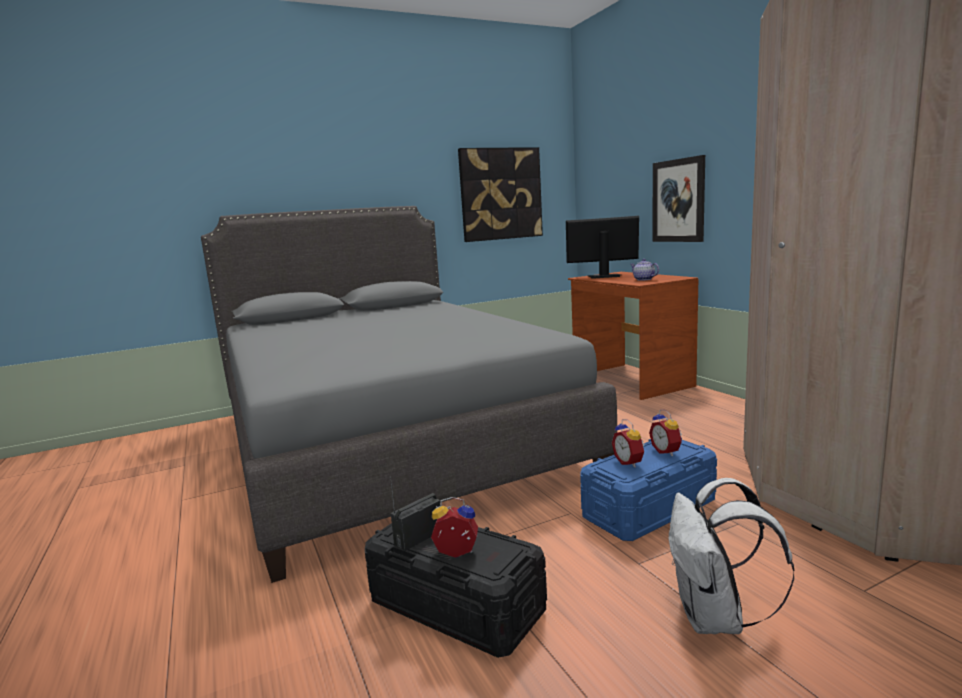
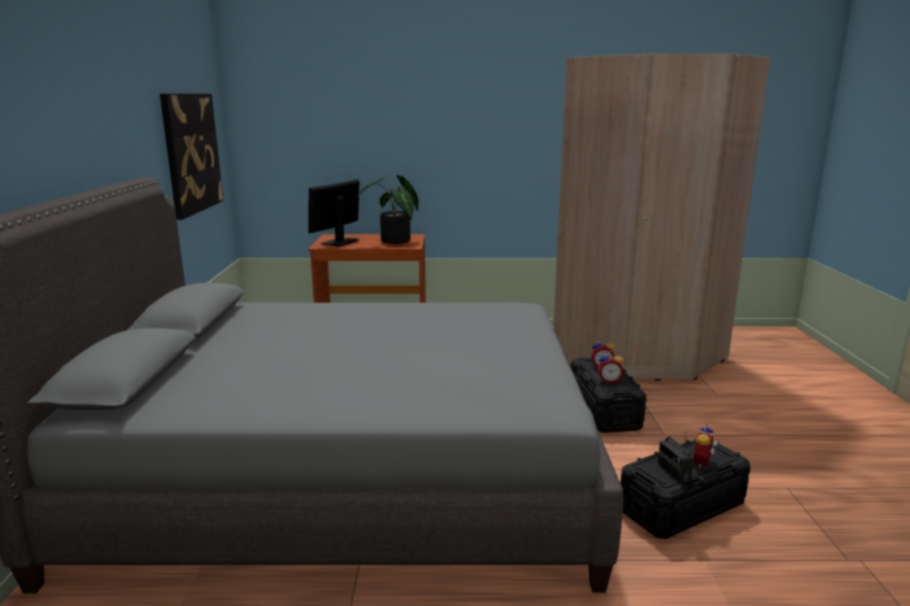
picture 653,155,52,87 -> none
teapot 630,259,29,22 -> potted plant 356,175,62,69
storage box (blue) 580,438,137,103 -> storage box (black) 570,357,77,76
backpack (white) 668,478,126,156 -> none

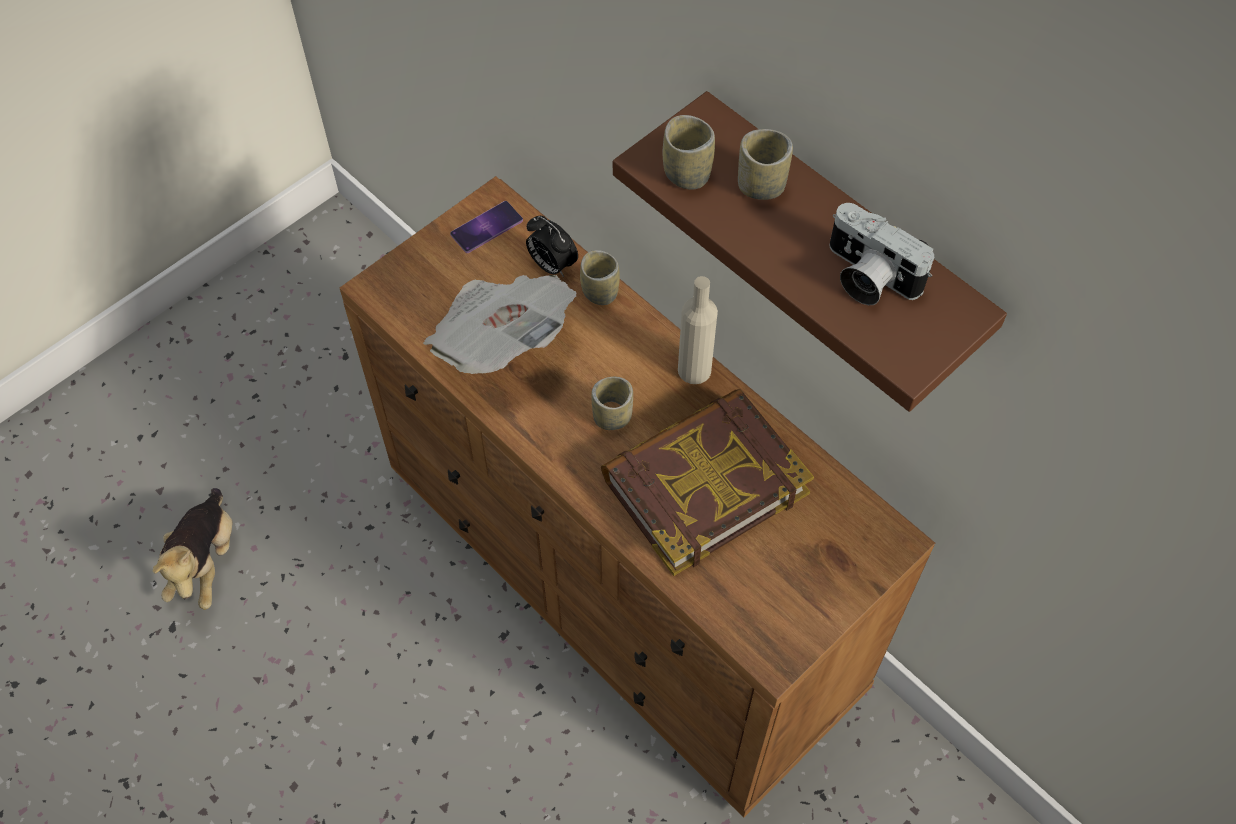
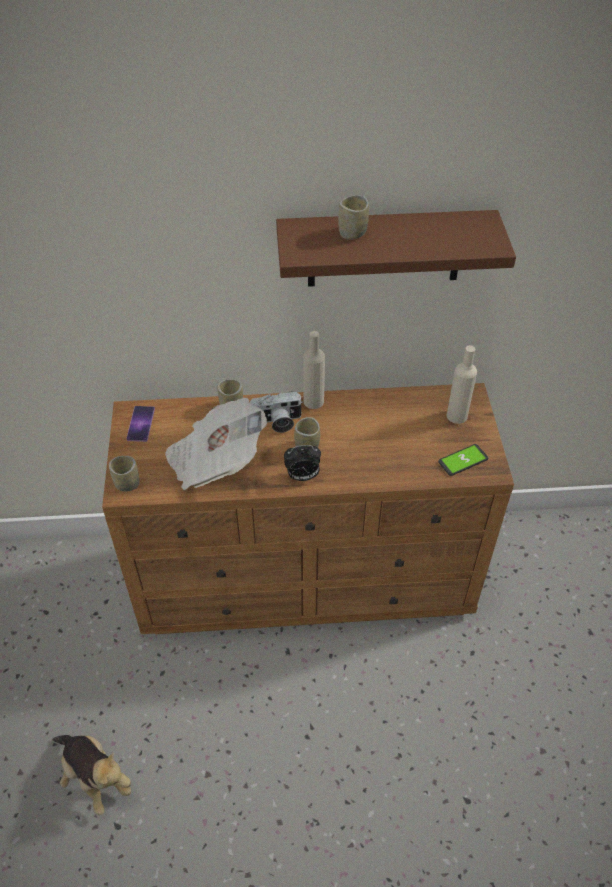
cup 663,115,52,75 -> cup 109,456,31,35, shifted
photo camera 829,203,105,102 -> photo camera 250,391,53,42, shifted
alarm clock 526,216,52,61 -> alarm clock 284,445,37,36, shifted
book 601,389,213,187 -> none
none -> bottle (beige) 447,345,30,79
none -> phone 438,444,50,32

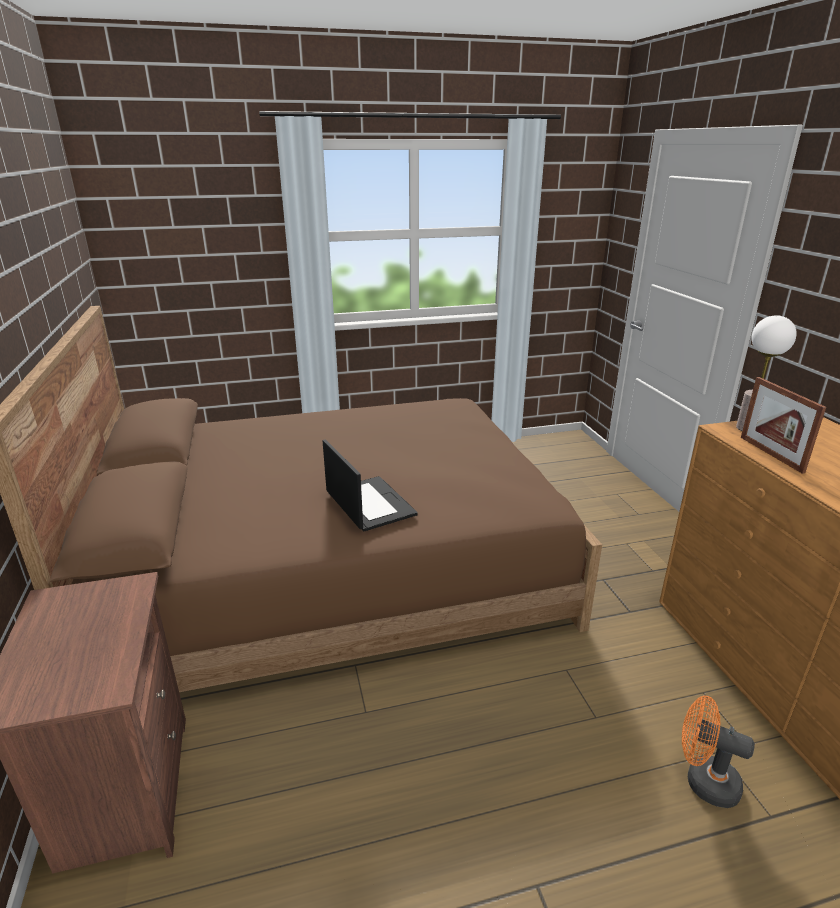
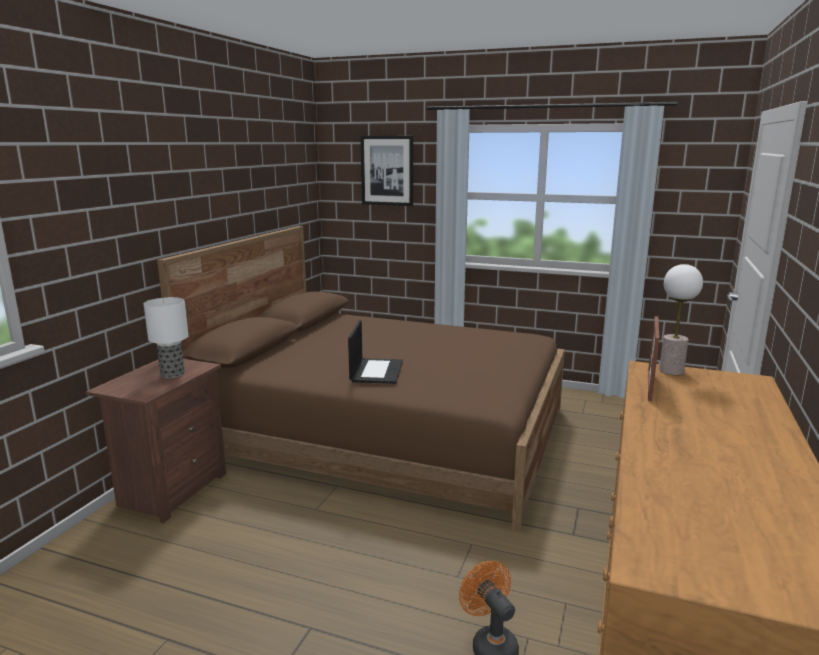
none -> picture 360,136,53,70
none -> table lamp 144,297,45,81

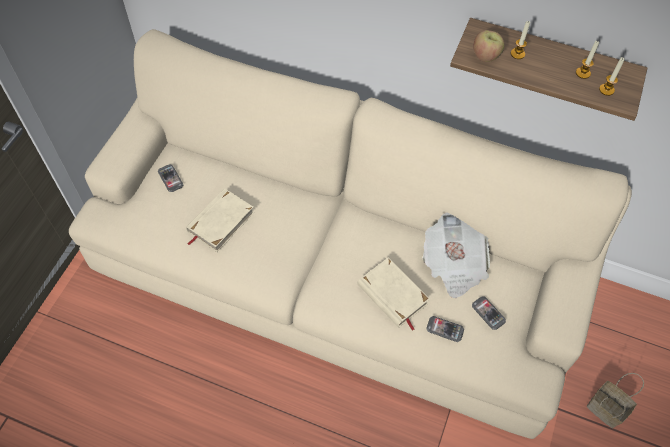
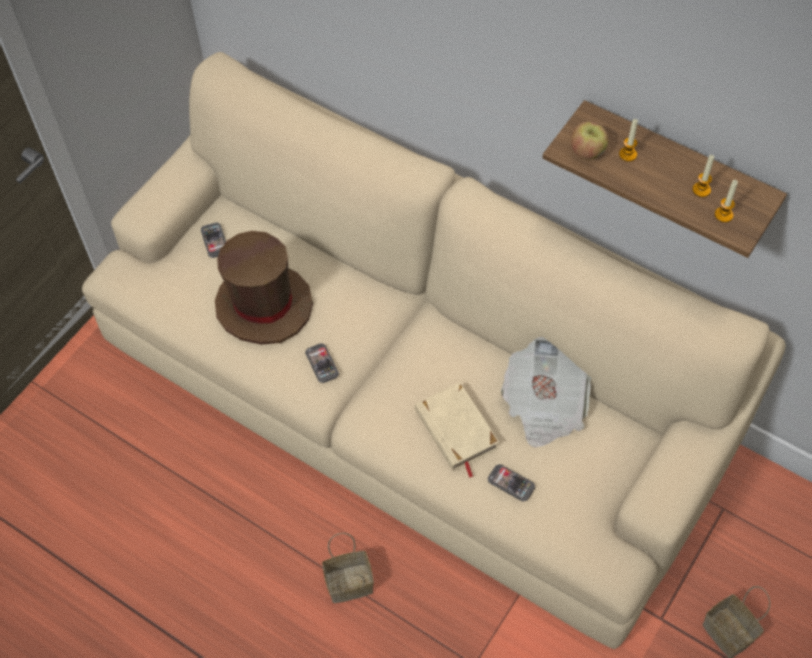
book (beige) 186,188,68,64 -> hat (brown) 215,231,98,114
phone 472,296,34,34 -> phone 305,343,34,40, shifted
none -> basket 322,533,52,70

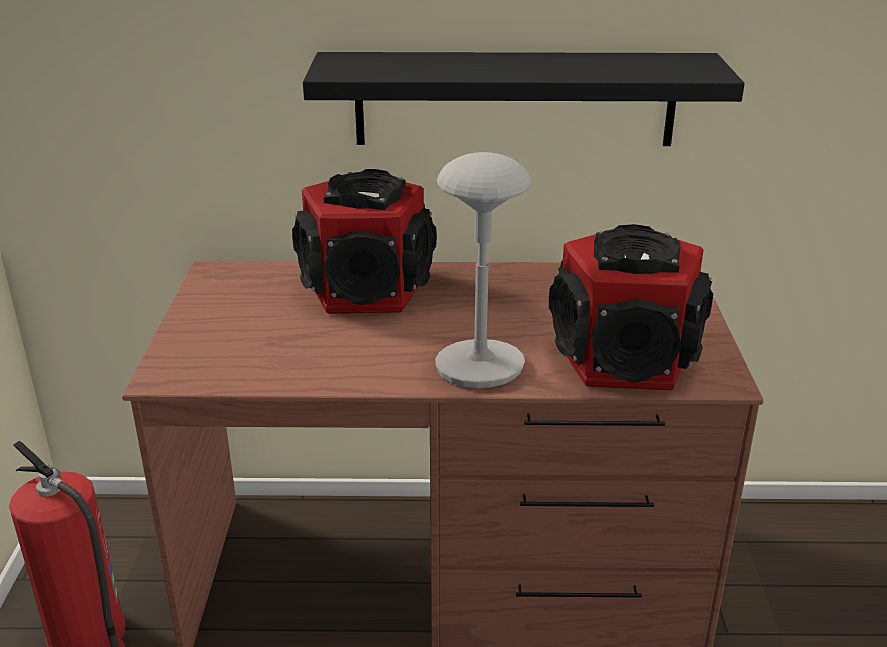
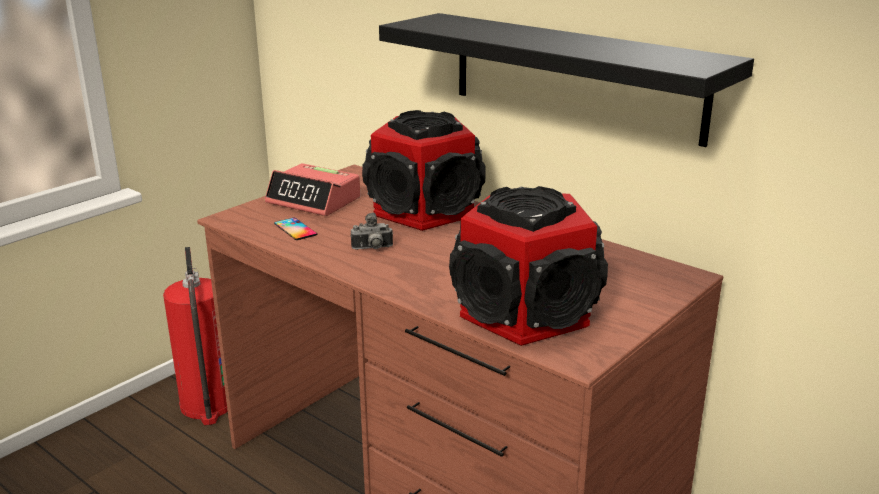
table lamp (grey) 435,152,97,236 -> none
none -> alarm clock 265,163,95,53
none -> photo camera 351,212,42,38
none -> phone 274,218,43,22

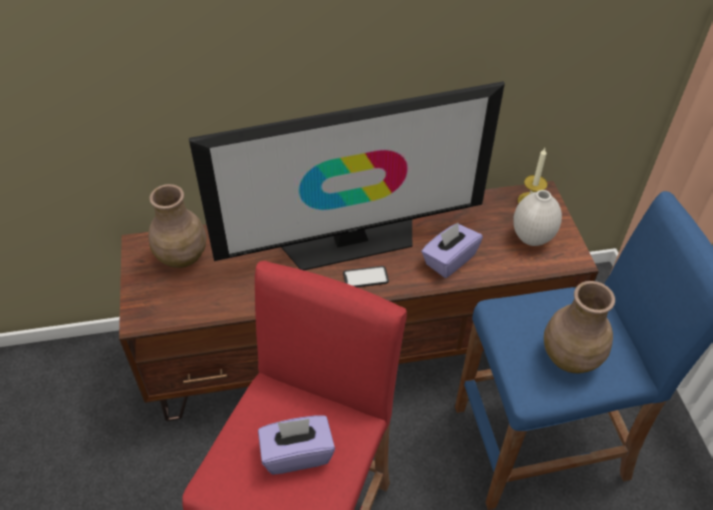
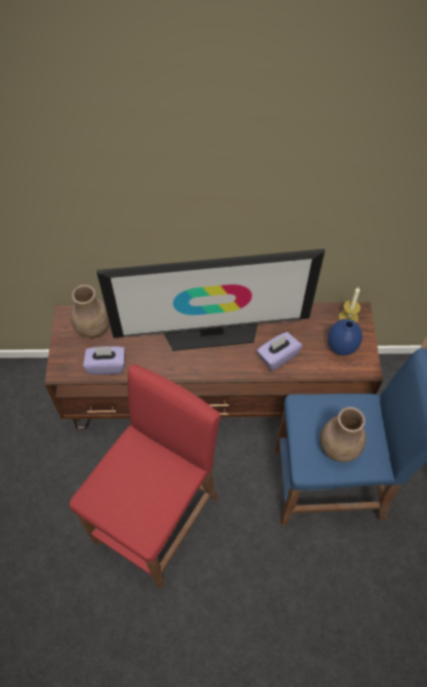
vase (white) 513,190,49,56 -> vase (blue) 328,319,34,37
phone 343,266,46,22 -> none
tissue box (purple) 258,415,77,60 -> tissue box (purple) 83,346,42,29, shifted

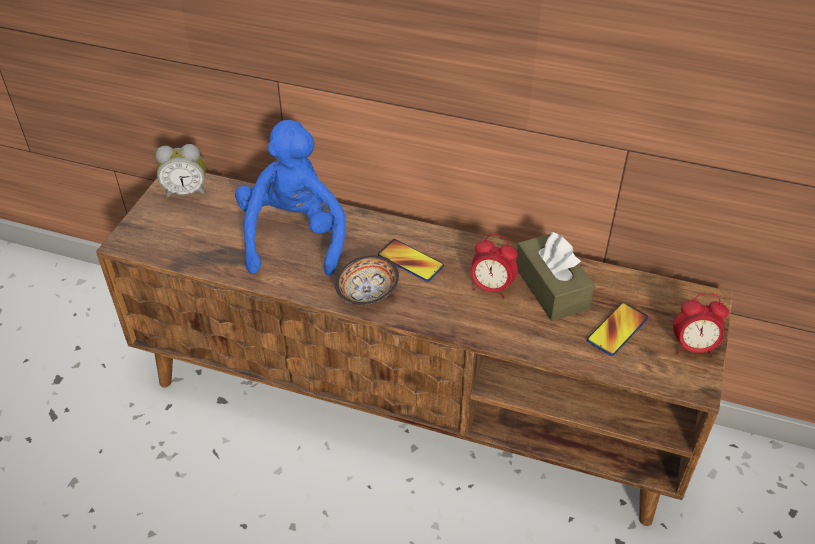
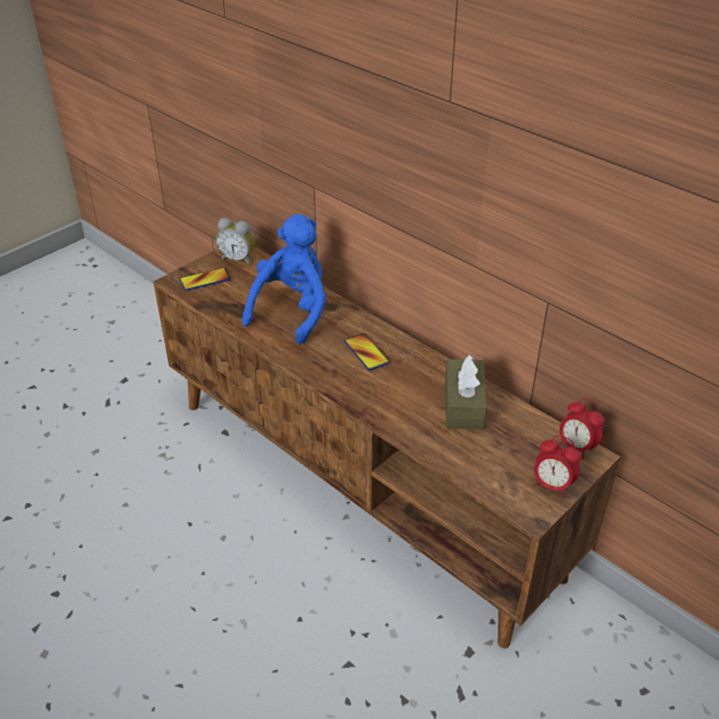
alarm clock 471,234,47,65 -> alarm clock 559,398,46,62, shifted
bowl 335,255,64,50 -> none
phone 587,302,61,54 -> phone 179,268,52,23, shifted

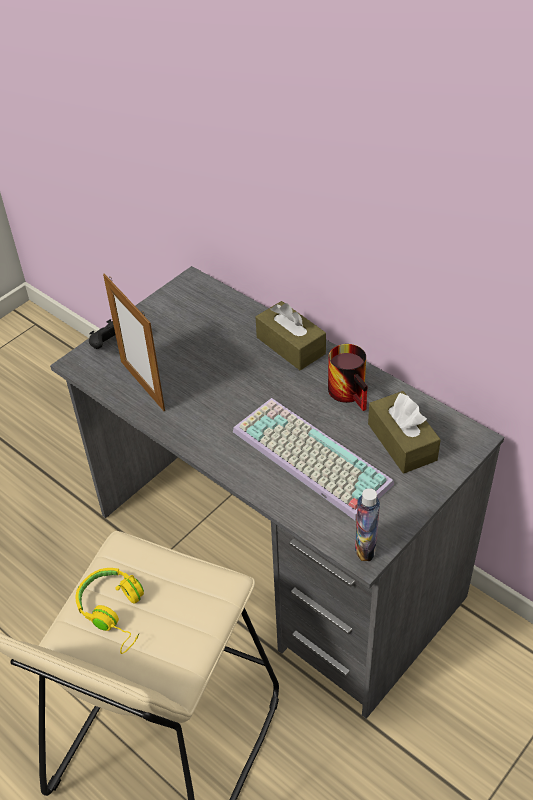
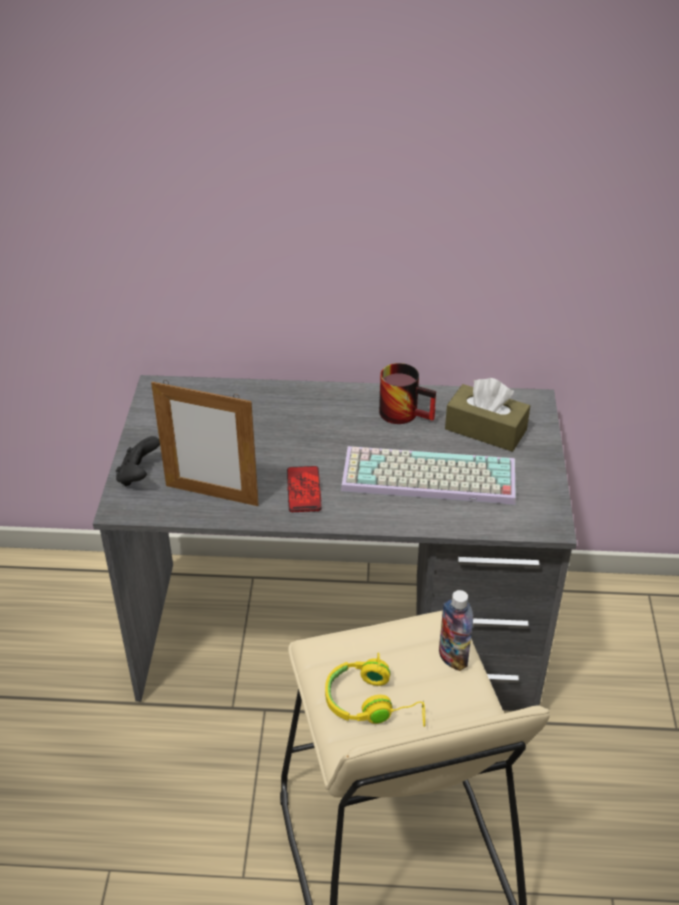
tissue box (brown) 256,301,70,69 -> none
bottle 355,488,25,73 -> bottle 439,590,34,81, shifted
none -> phone 287,466,35,46

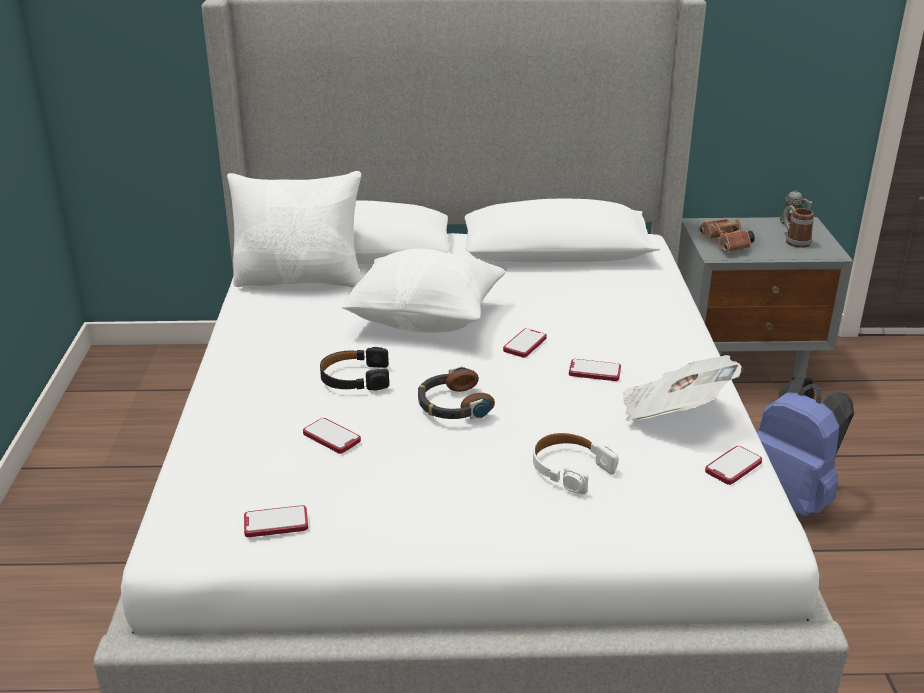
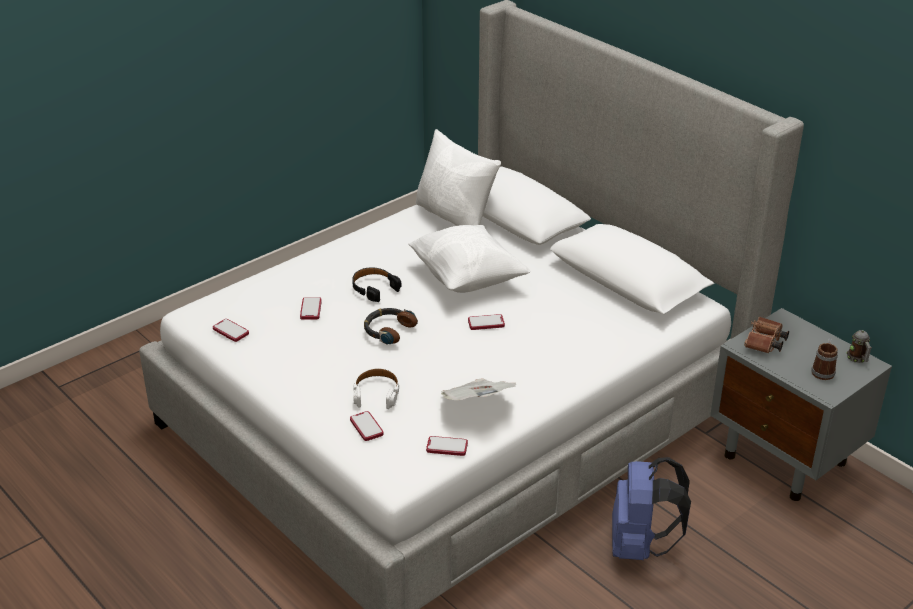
phone 569,359,52,22 -> phone 350,411,34,30, shifted

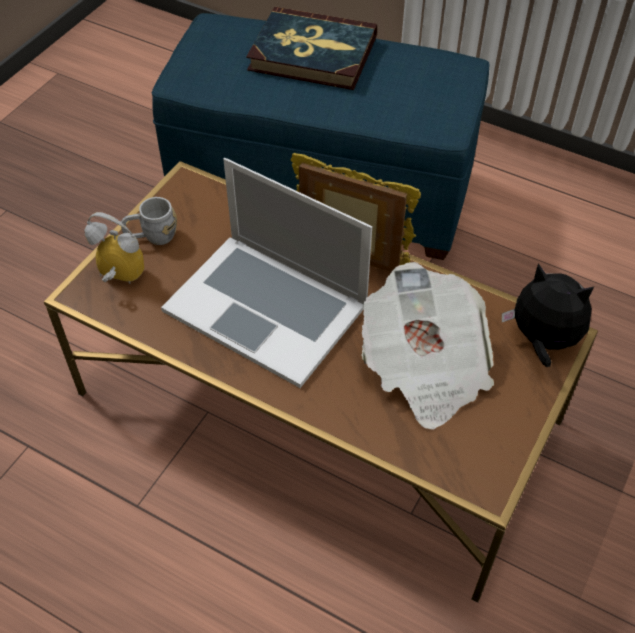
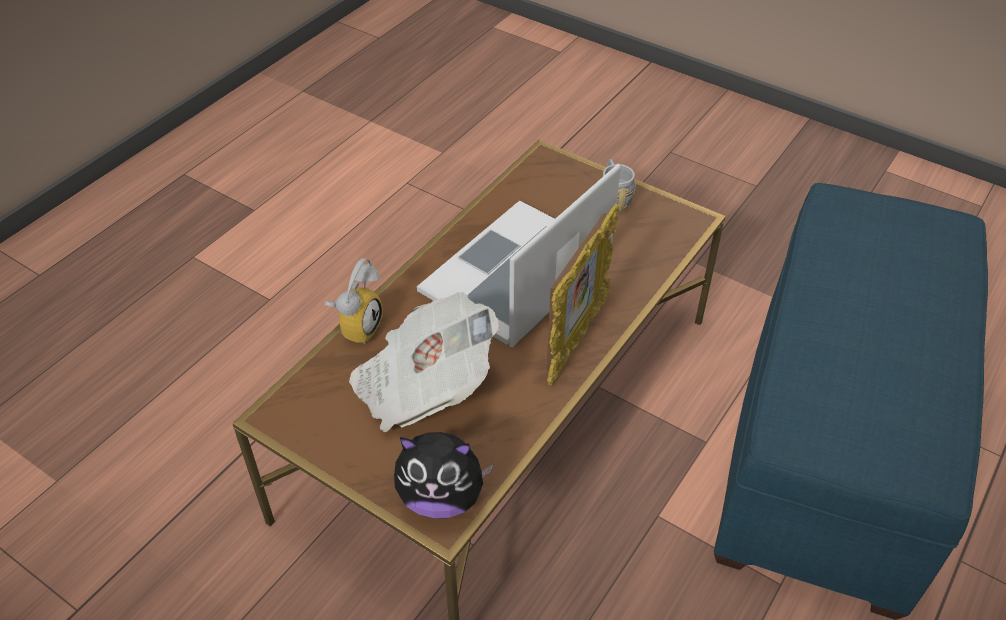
book 246,7,131,83 -> none
alarm clock 84,212,60,72 -> alarm clock 325,258,58,86, shifted
plush toy 502,263,92,104 -> plush toy 394,432,100,87, 60 degrees clockwise

